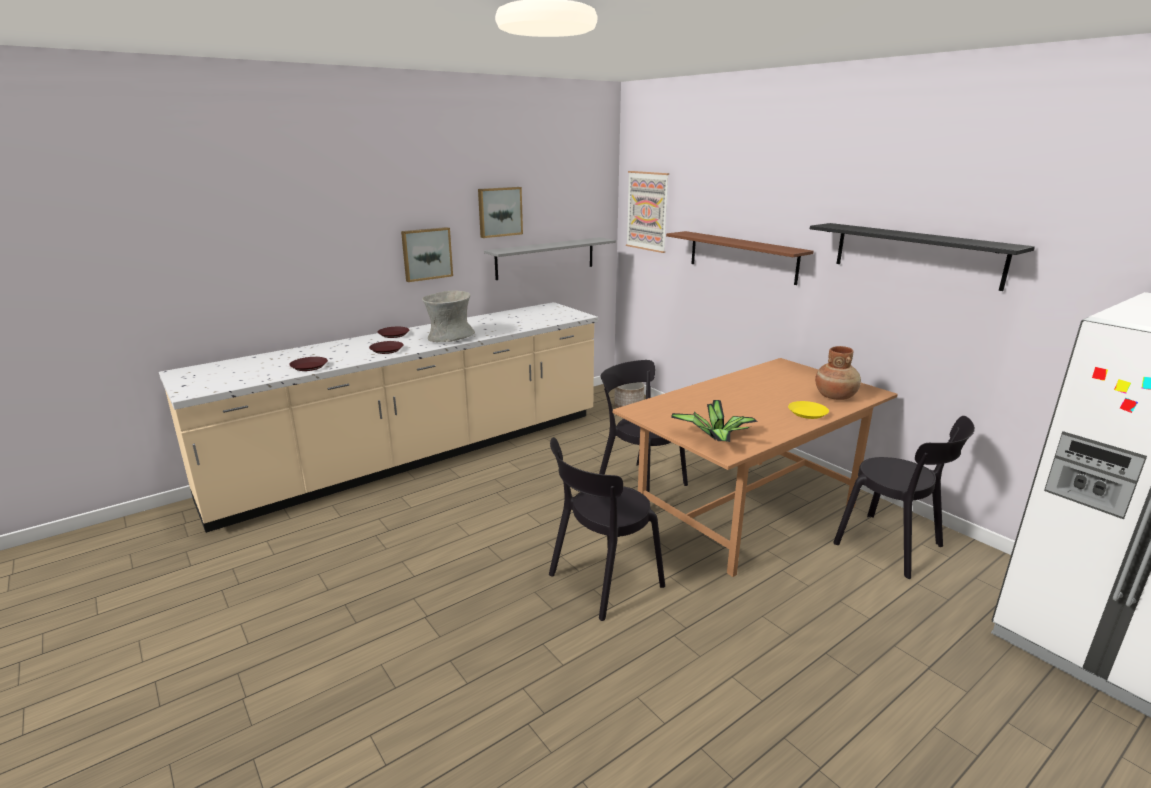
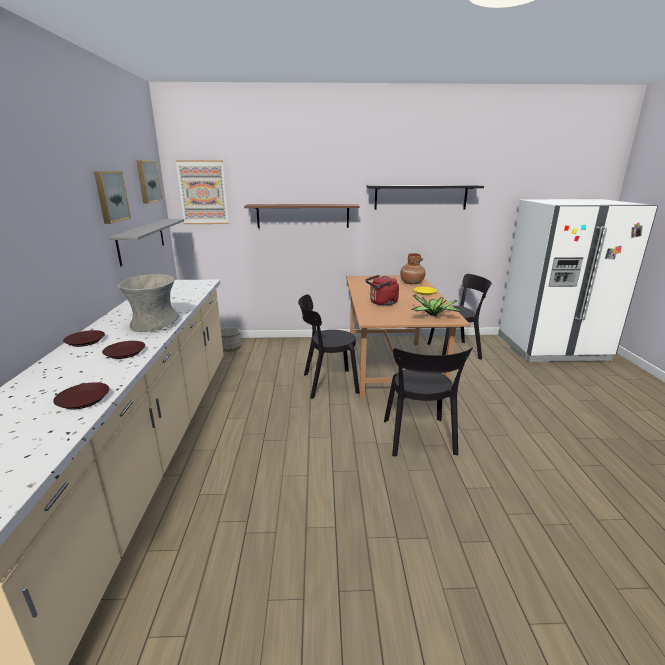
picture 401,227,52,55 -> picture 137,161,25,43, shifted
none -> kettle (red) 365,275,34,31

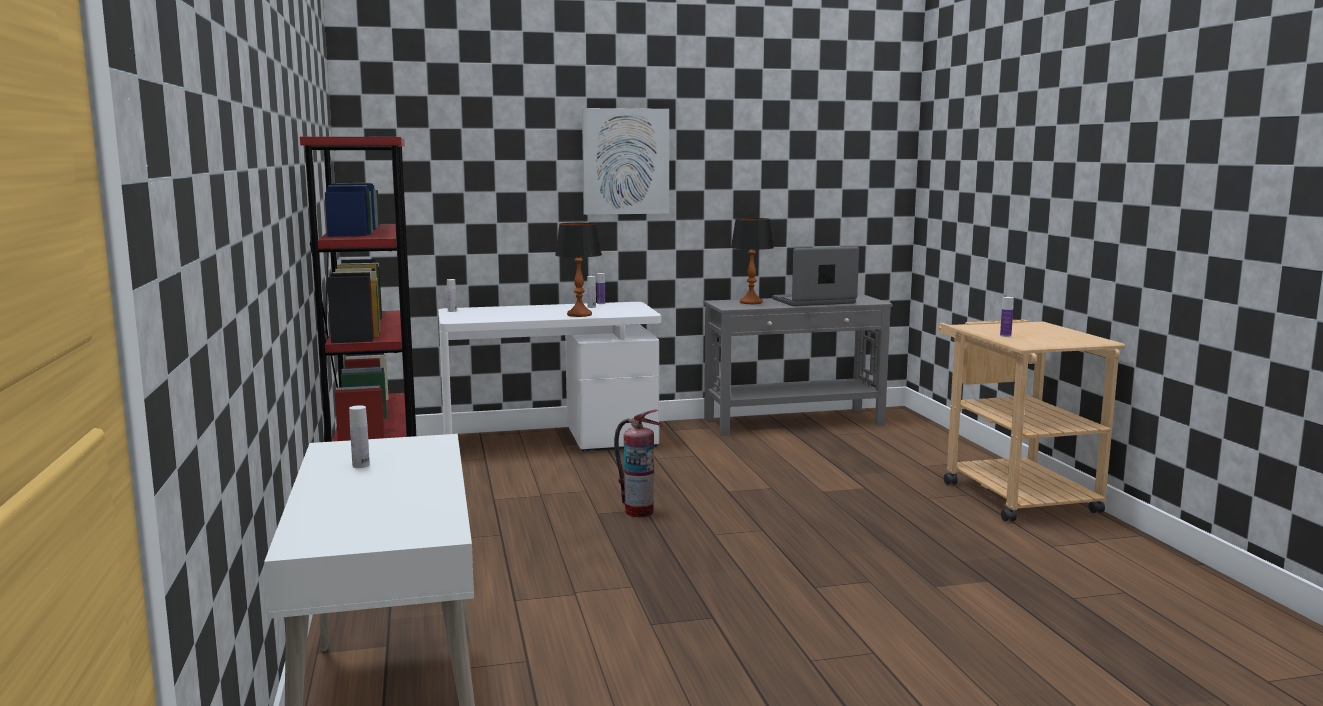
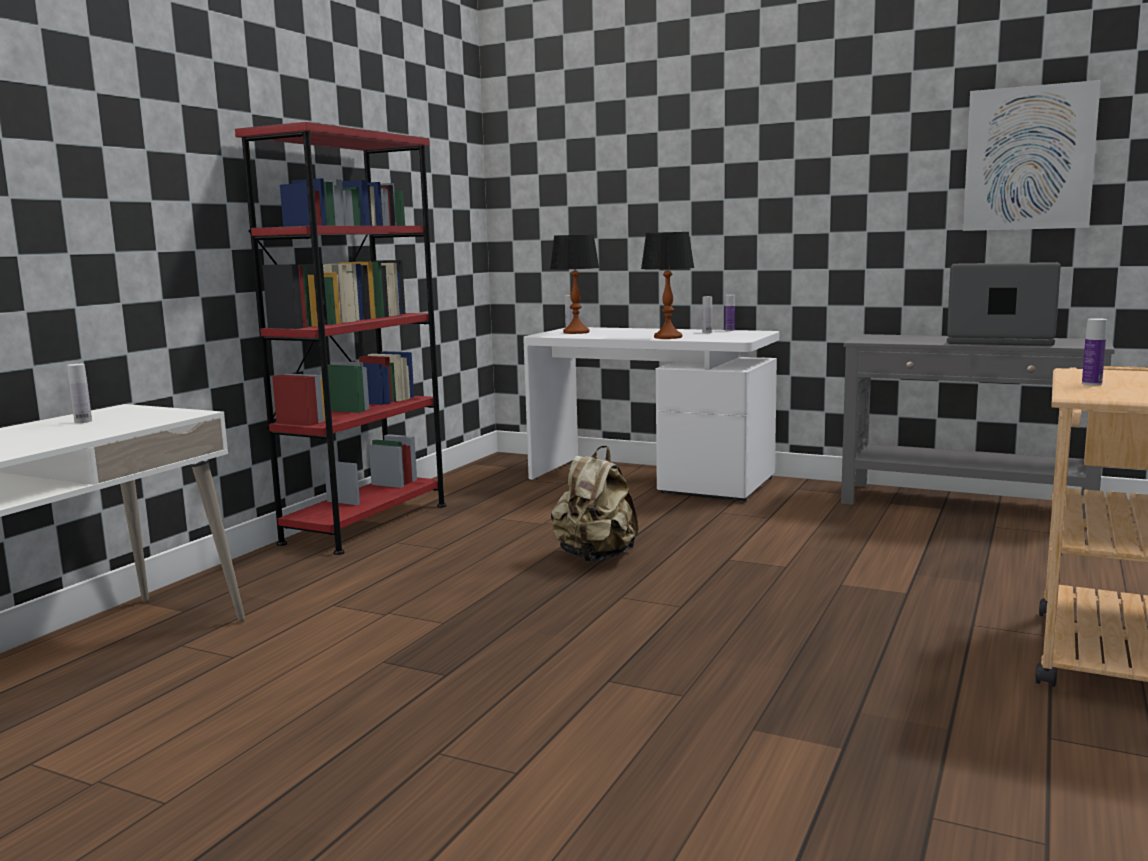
picture 582,108,87,107 -> picture 963,80,138,151, shifted
table lamp 731,218,43,86 -> table lamp 550,234,49,100, shifted
fire extinguisher 614,410,49,108 -> backpack (beige) 551,445,88,117

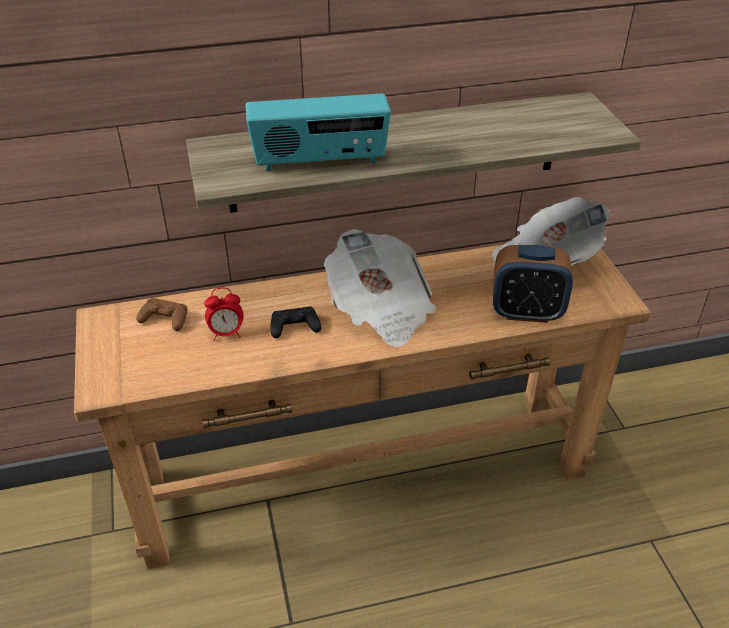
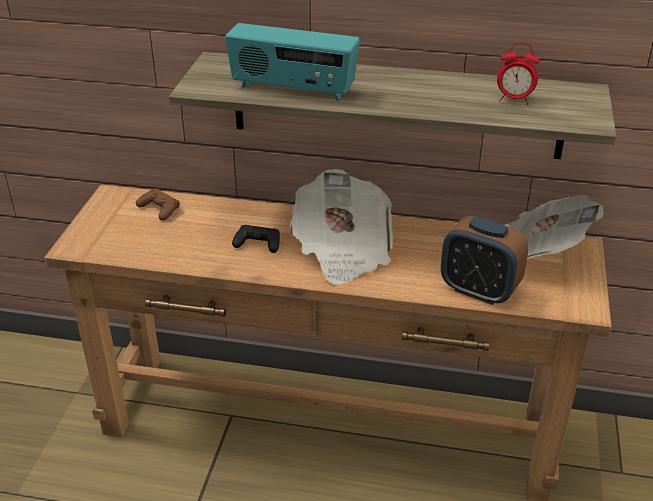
alarm clock 204,288,40,53 -> alarm clock 497,43,42,62, shifted

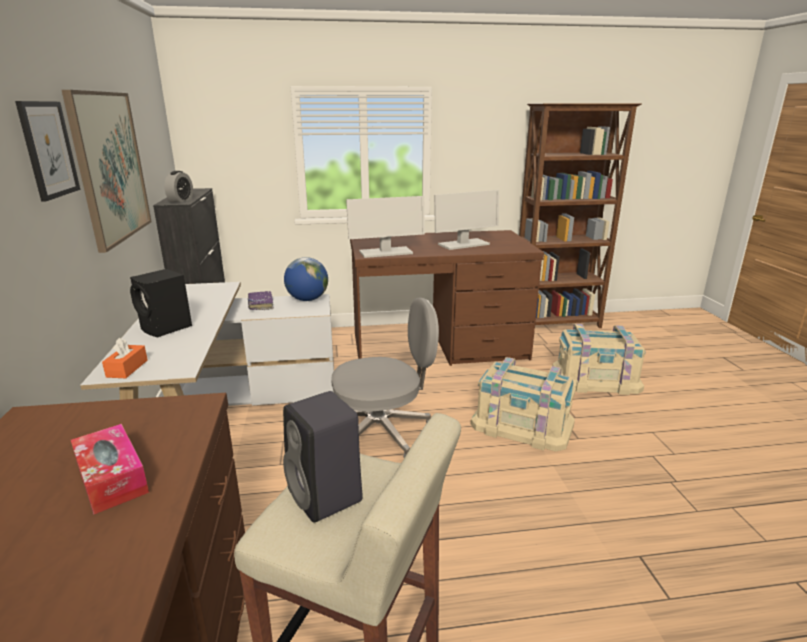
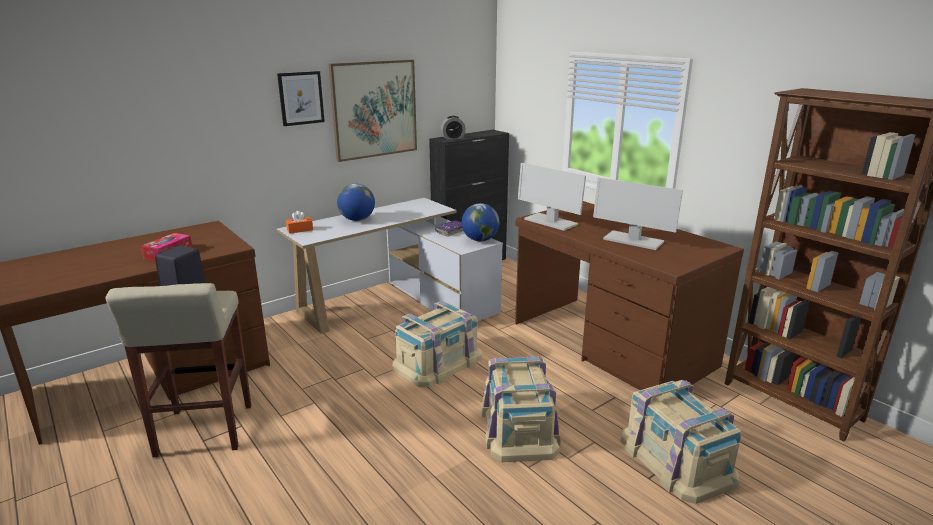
speaker (black) 130,269,62,68 -> globe 337,184,38,37
office chair (grey) 331,298,108,160 -> storage box (beige) 392,301,90,86

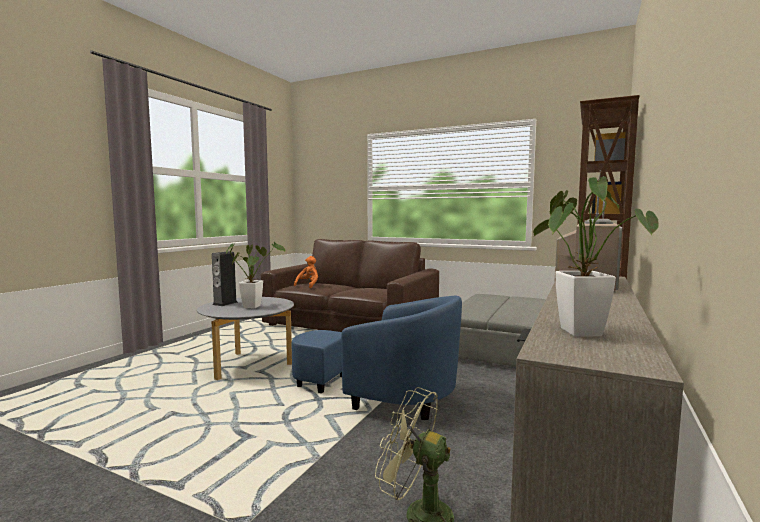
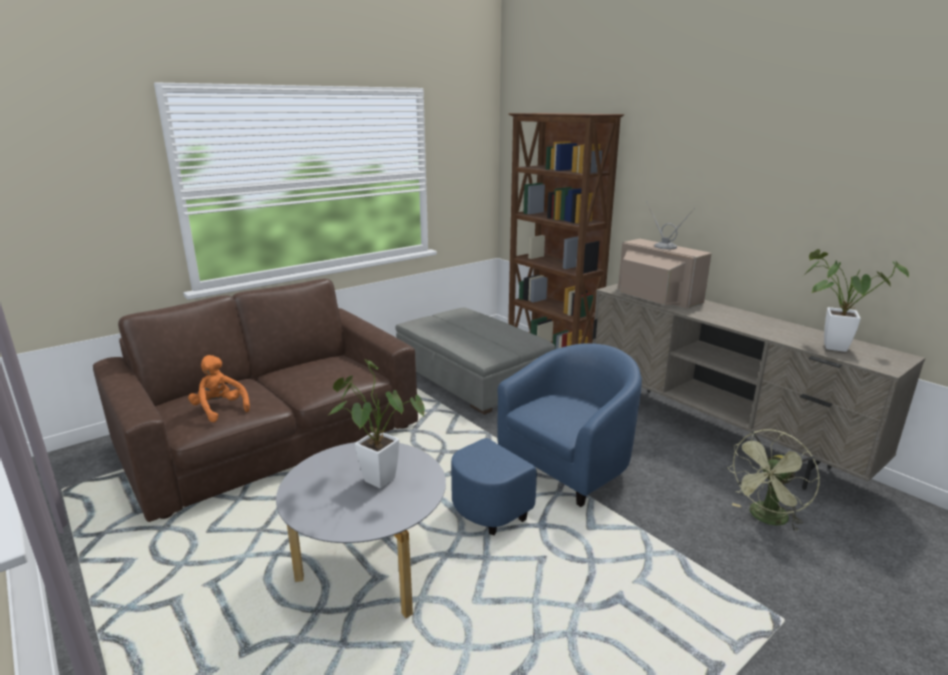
speaker 212,252,26,54 -> none

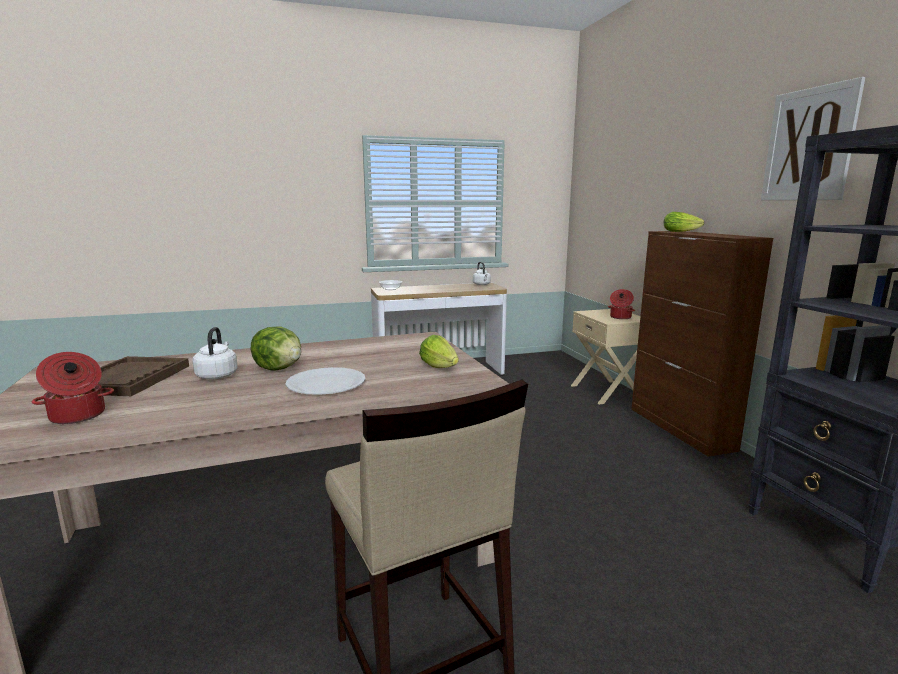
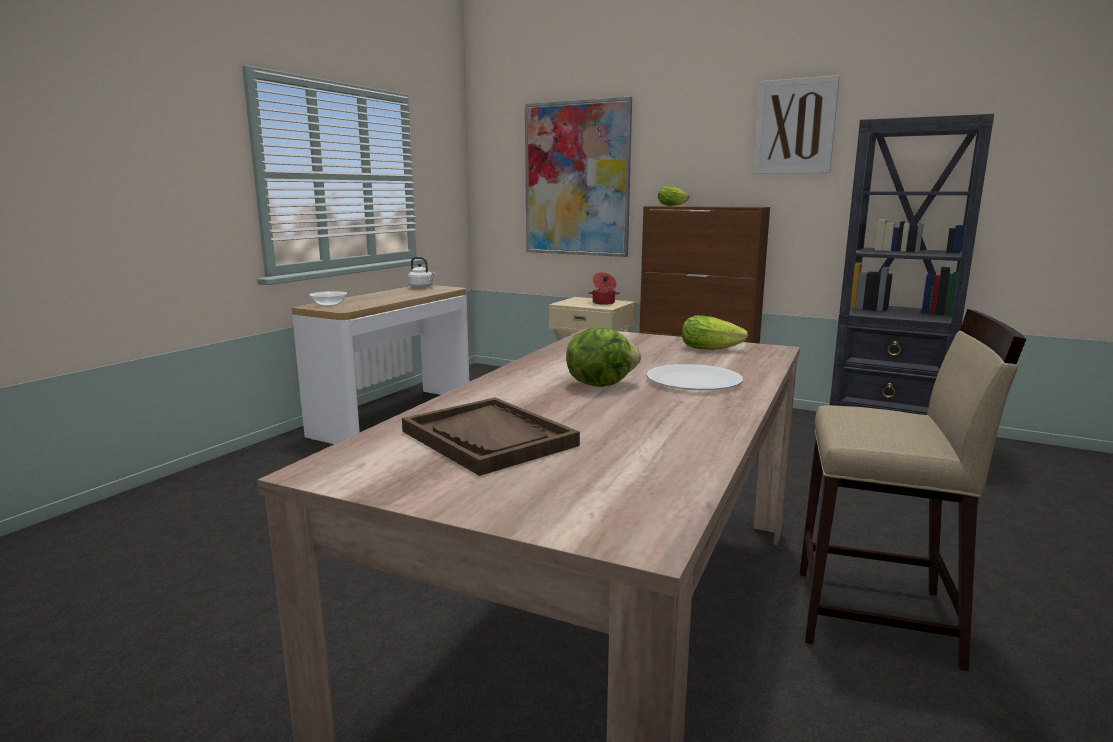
kettle (white) 192,327,46,52 -> none
cooking pot 32,352,82,72 -> none
none -> picture 525,97,107,160

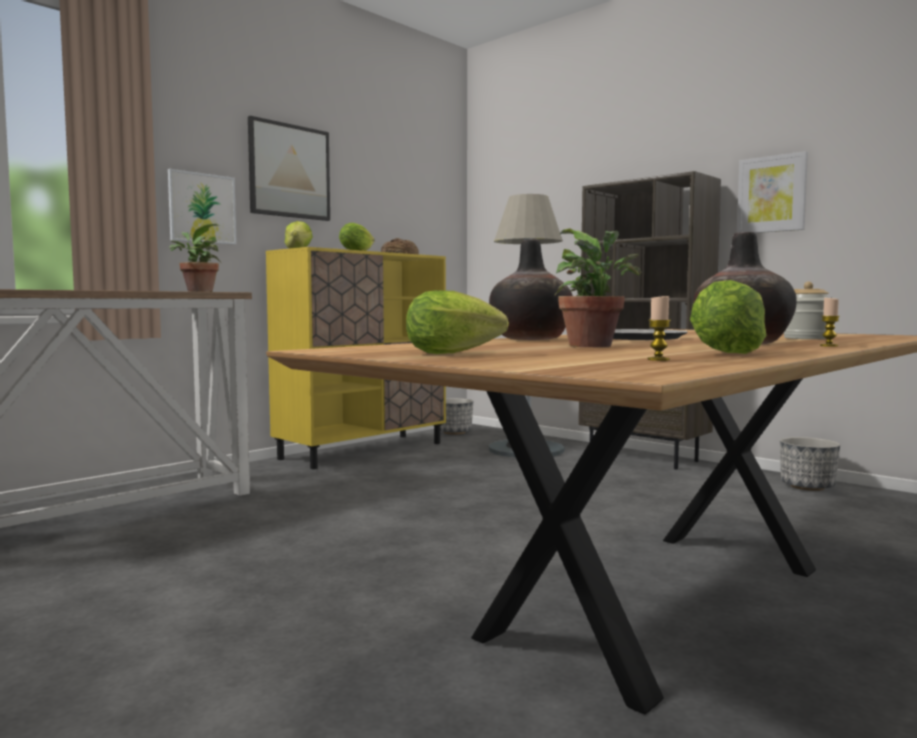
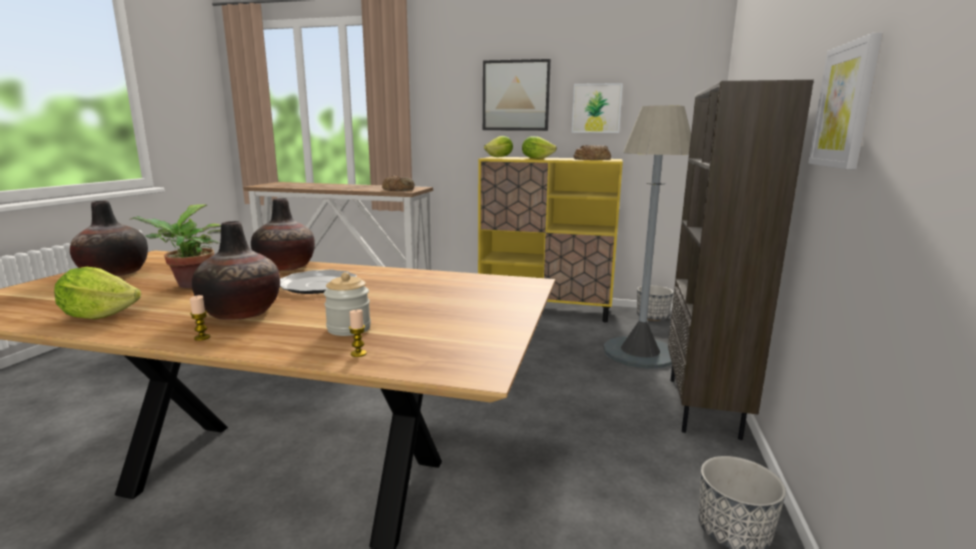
picture 168,169,69,76 -> picture 572,83,51,50, shifted
potted plant 169,224,52,68 -> bread 382,175,33,16
lettuce 406,290,103,64 -> vase 70,201,78,75
candle 648,296,23,65 -> candle 349,310,18,47, shifted

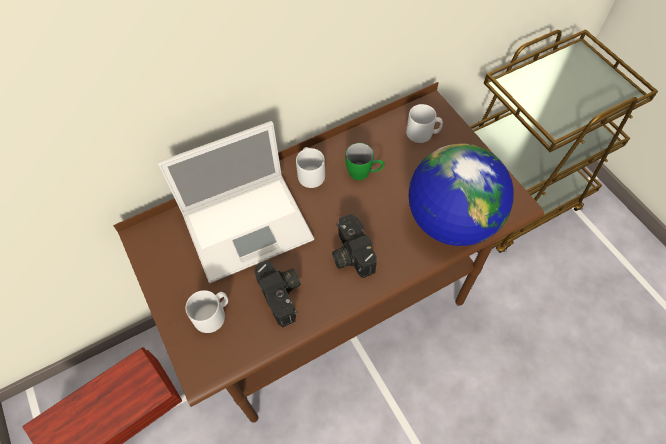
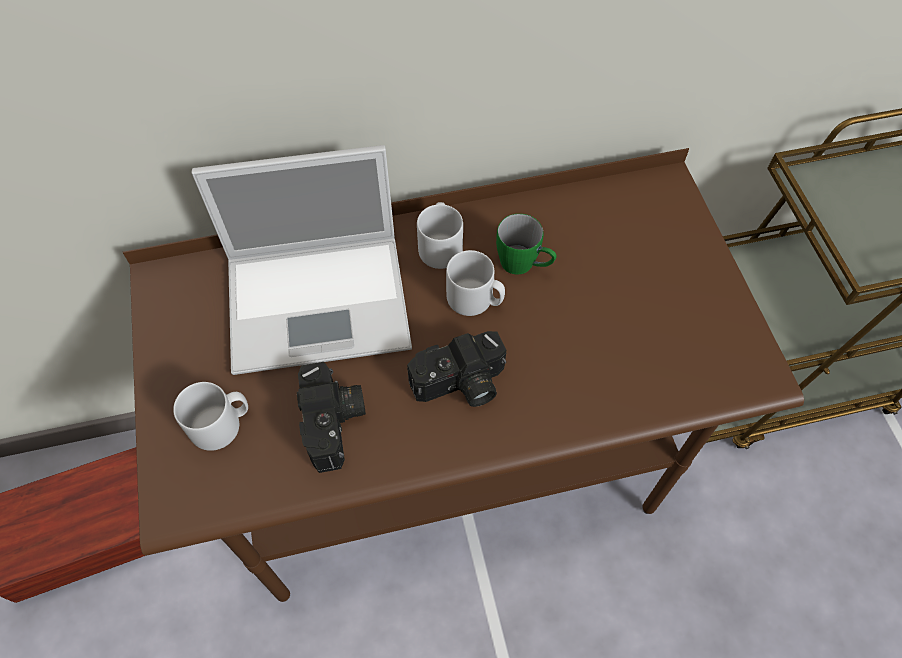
mug (grey) 406,104,37,39 -> mug (grey) 446,250,59,66, shifted
globe 409,144,105,102 -> none
photo camera 332,214,45,64 -> photo camera 407,331,99,76, 105 degrees counterclockwise

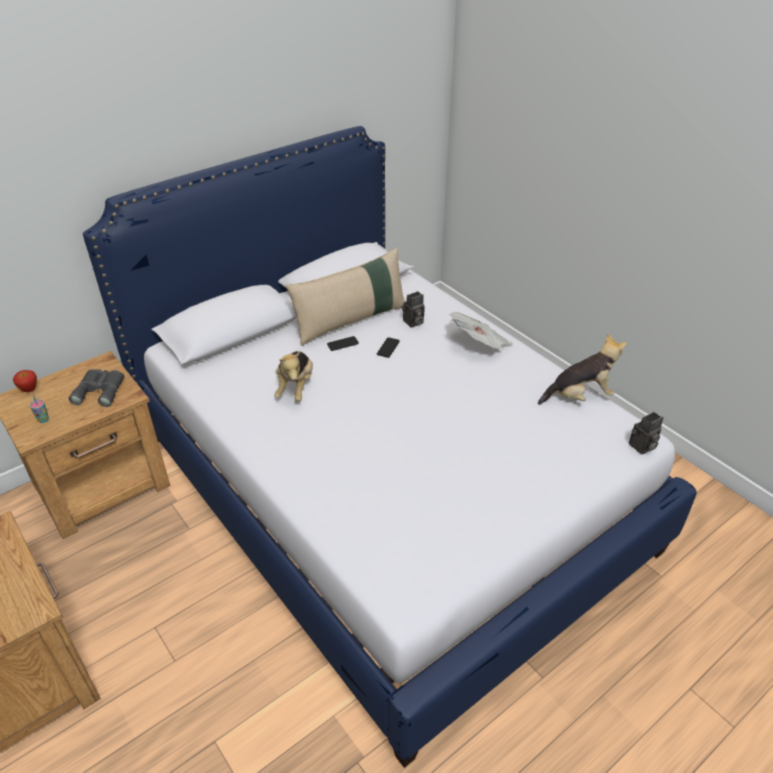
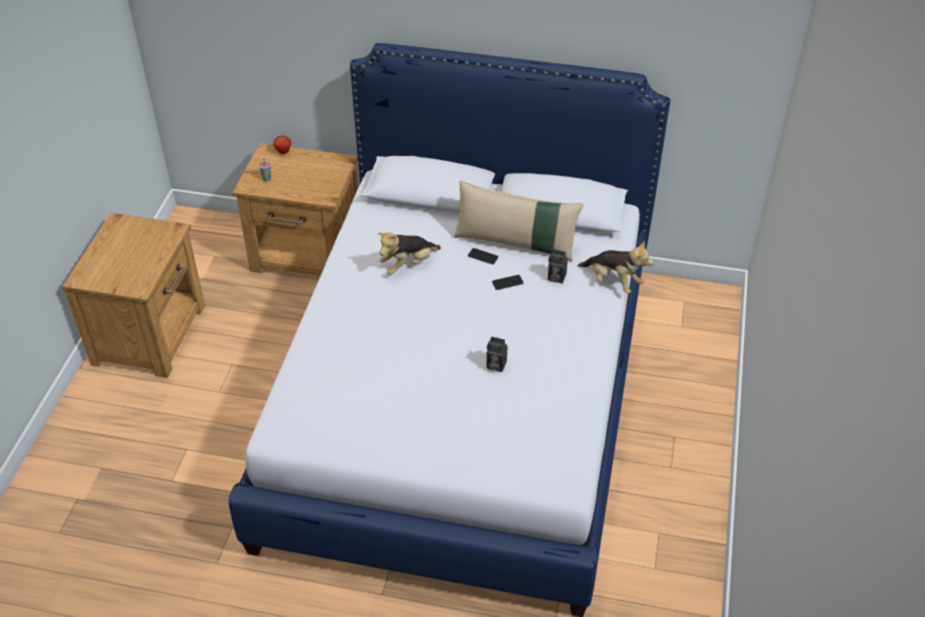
newspaper 450,312,63,37 -> none
plush toy 538,333,89,72 -> plush toy 578,241,76,52, shifted
binoculars (grey) 69,369,56,38 -> none
photo camera 629,412,34,42 -> photo camera 486,337,21,35, shifted

